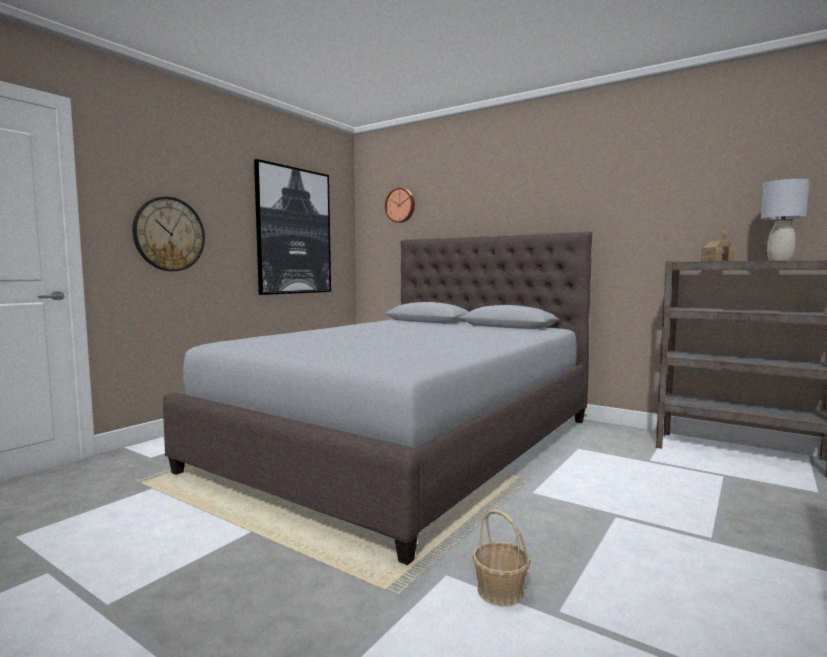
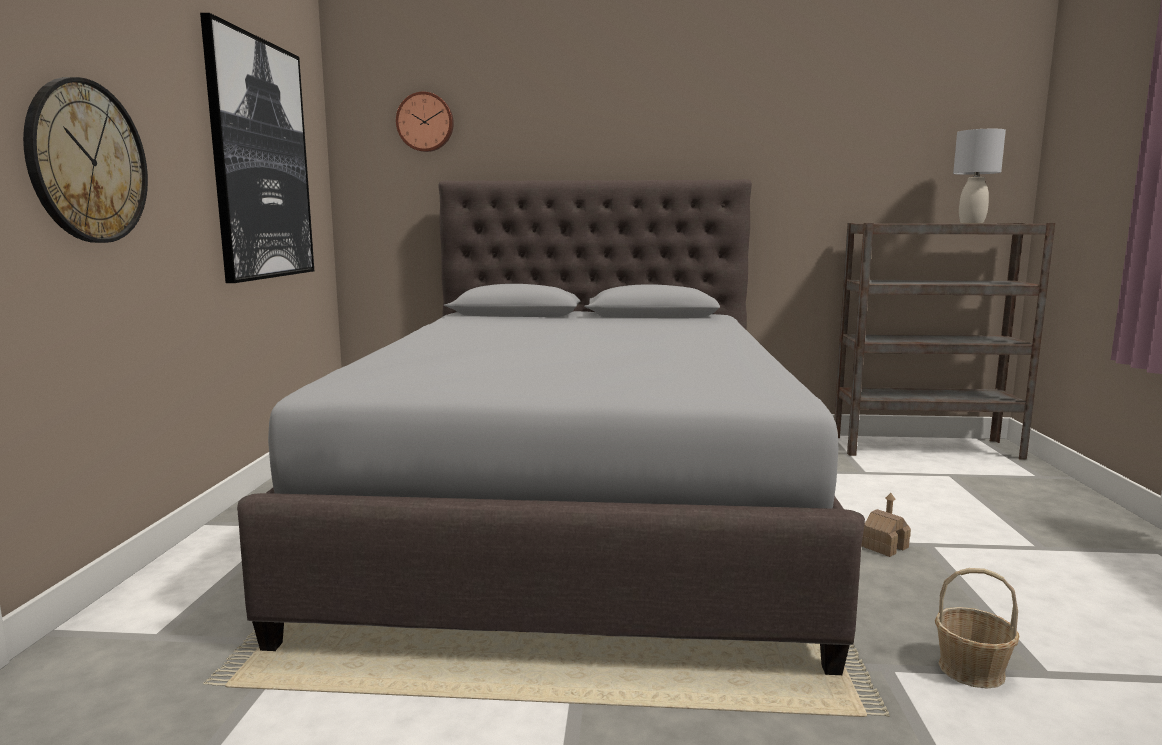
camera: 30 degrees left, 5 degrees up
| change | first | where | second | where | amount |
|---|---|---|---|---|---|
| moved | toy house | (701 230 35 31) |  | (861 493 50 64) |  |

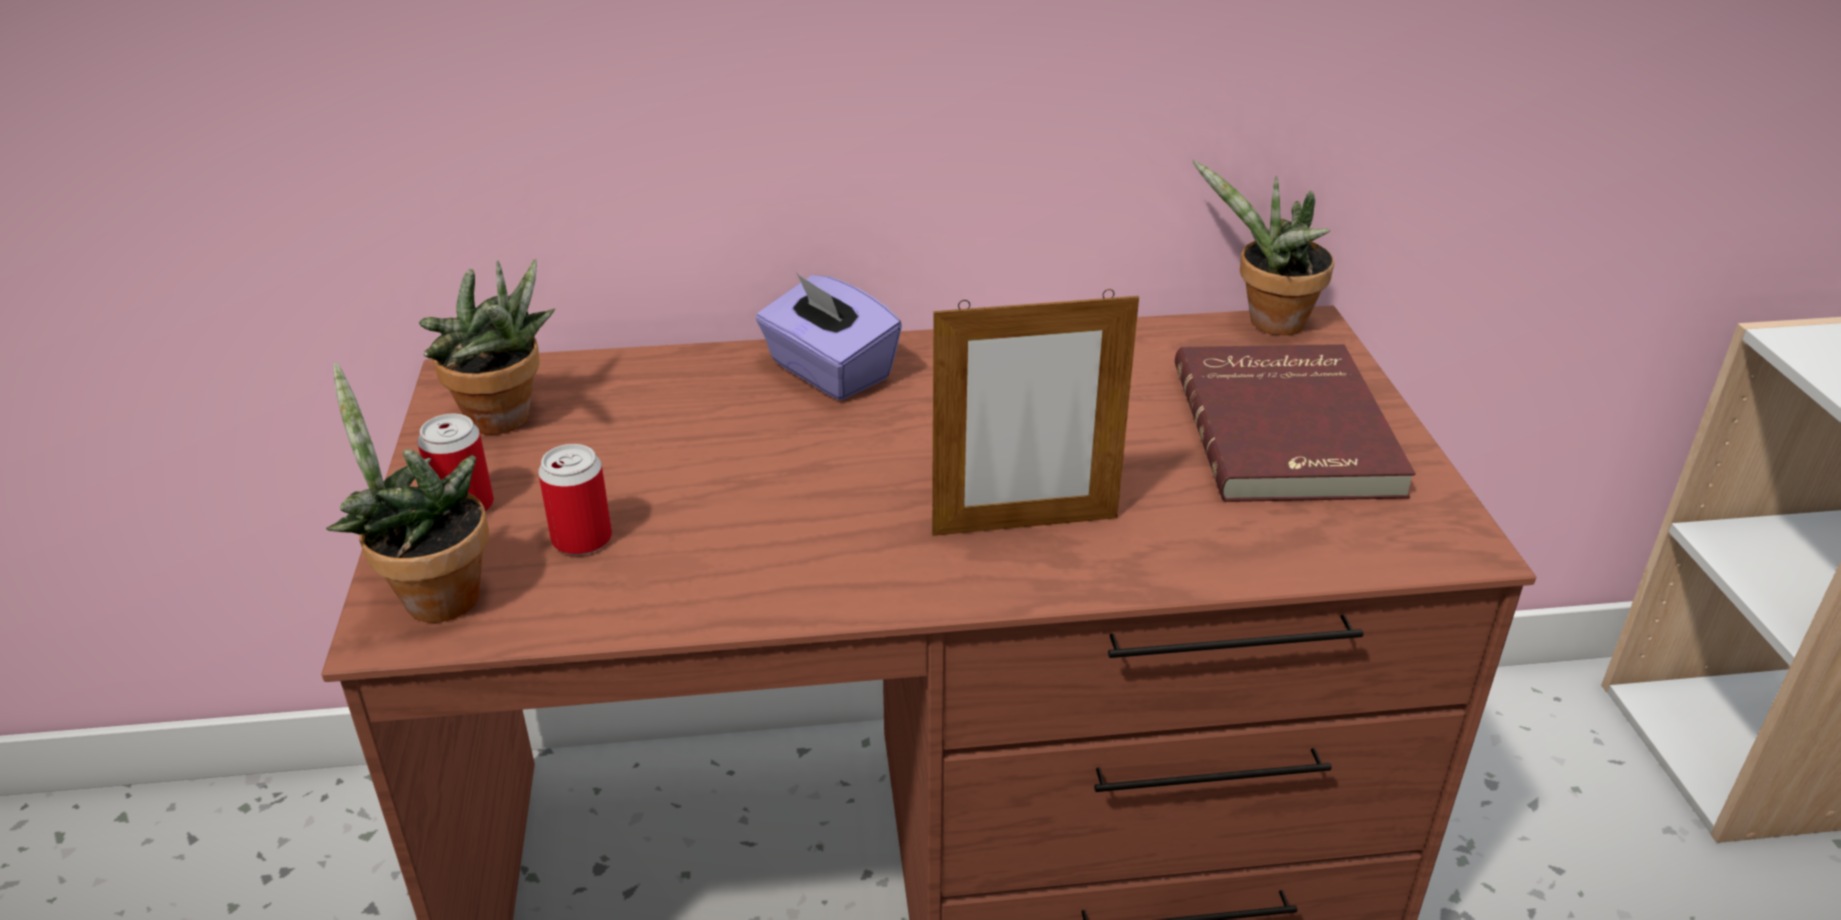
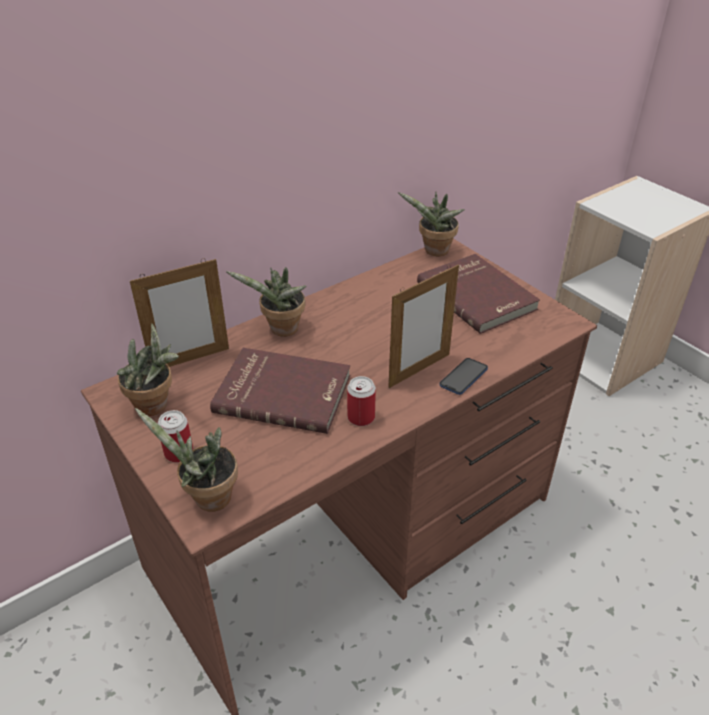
camera: 30 degrees left, 5 degrees up
| change | first | where | second | where | amount |
|---|---|---|---|---|---|
| replaced | tissue box (purple) | (756 273 146 127) | potted plant | (226 267 81 70) |  |
| moved | can | (538 444 74 111) |  | (347 376 29 50) |  |
| added |  |  | picture frame | (130 258 99 109) |  |
| added |  |  | book (red) | (210 348 140 86) |  |
| added |  |  | phone | (440 358 48 37) |  |

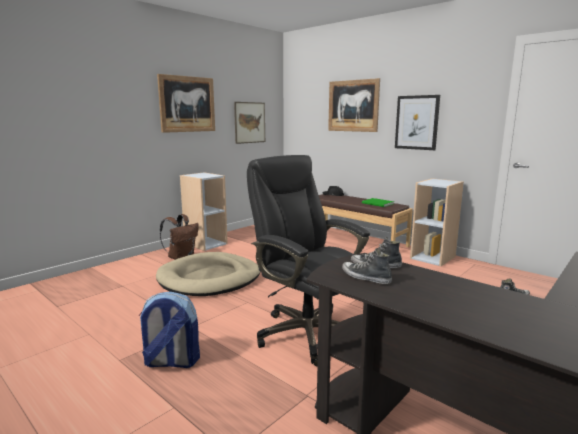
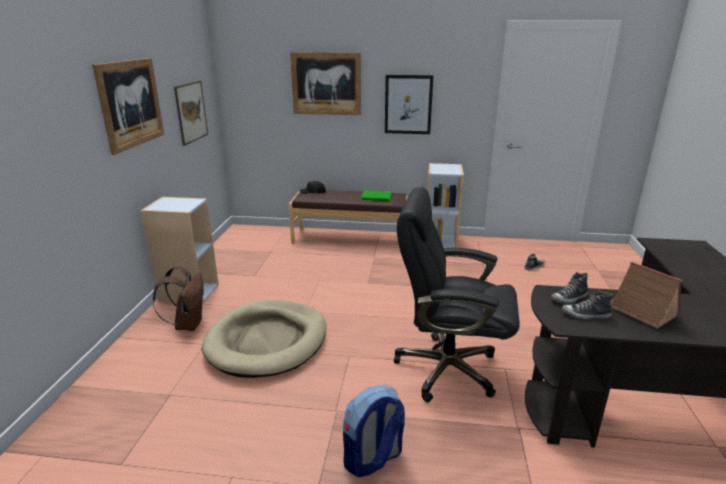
camera: 35 degrees left, 10 degrees up
| change | first | where | second | where | amount |
|---|---|---|---|---|---|
| added |  |  | toy house | (611 262 71 67) |  |

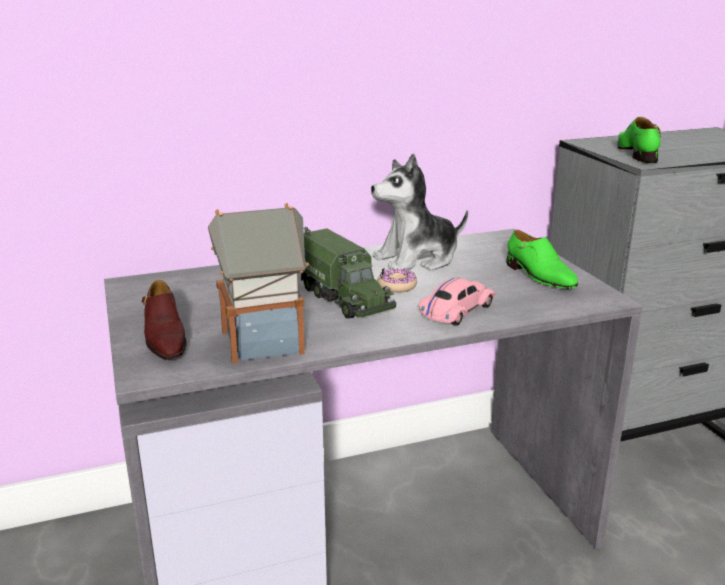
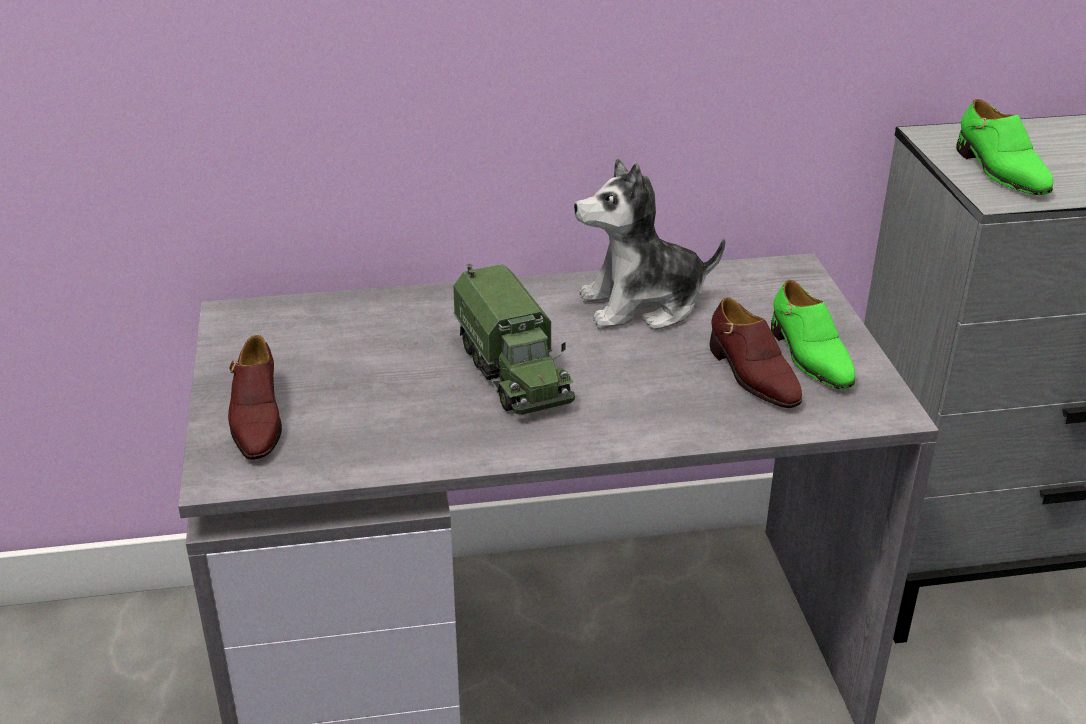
camera: 10 degrees right, 10 degrees up
| change | first | where | second | where | amount |
|---|---|---|---|---|---|
| turned | shoe (green) | (617 117 45 46) |  | (956 99 97 96) | 150 degrees clockwise |
| removed | toy house | (208 203 101 161) |  |  |  |
| removed | donut | (377 269 40 24) |  |  |  |
| removed | toy car (pink) | (419 278 77 48) |  |  |  |
| added |  |  | shoe (brown) | (710 297 92 111) |  |

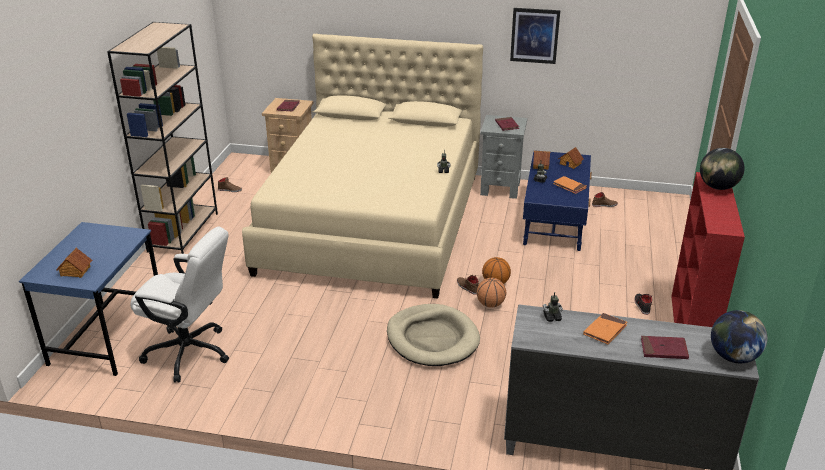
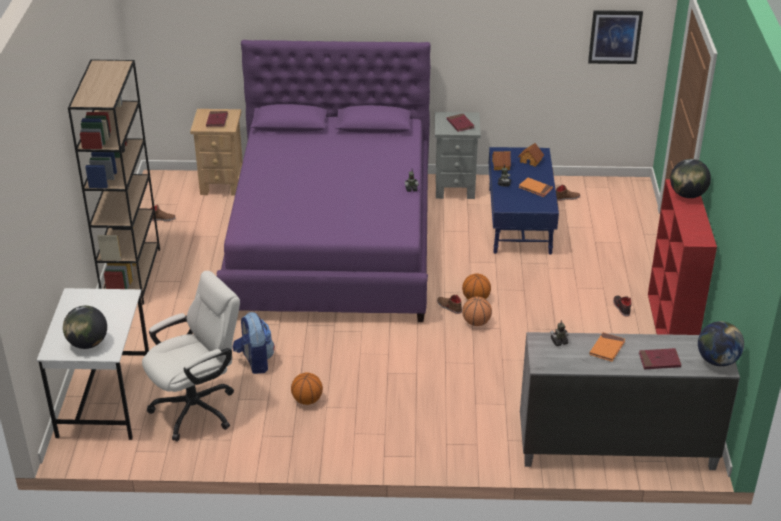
camera: 10 degrees left, 5 degrees up
| change | first | where | second | where | amount |
|---|---|---|---|---|---|
| moved | picture | (510 8 50 56) |  | (588 10 55 54) |  |
| recoloured | bed (beige) | (242 34 241 265) | bed (purple) | (217 40 214 282) |  |
| recoloured | desk (blue) | (19 222 139 154) | desk (white) | (37 288 112 152) |  |
| turned | office chair (white) | (130 227 99 156) |  | (142 271 98 170) | 45 degrees counterclockwise |
| replaced | toy house | (56 247 36 31) | globe | (63 306 44 43) |  |
| removed | dog bed (beige) | (387 304 93 62) |  |  |  |
| added |  |  | backpack | (233 312 42 62) |  |
| added |  |  | basketball | (291 373 32 32) |  |

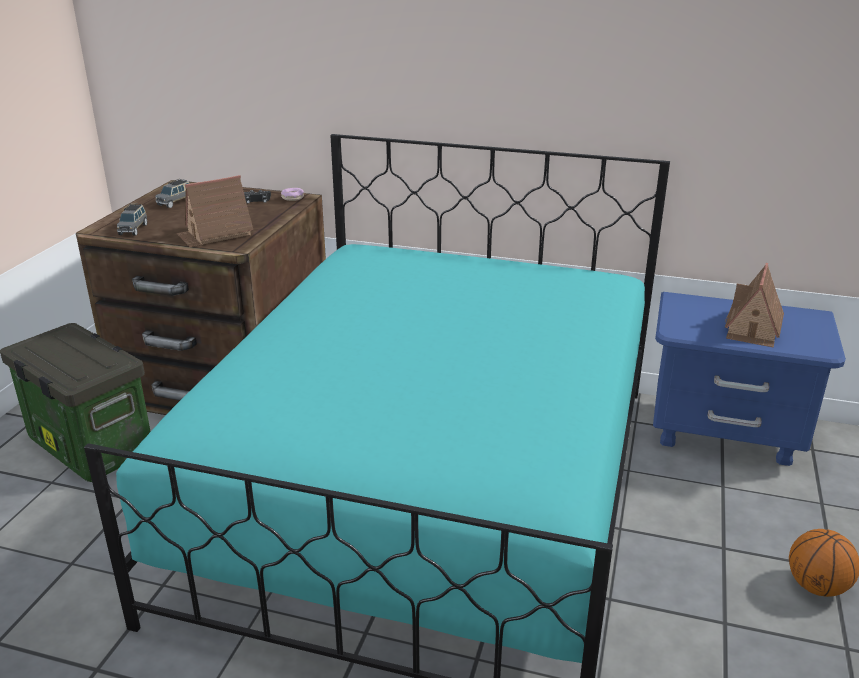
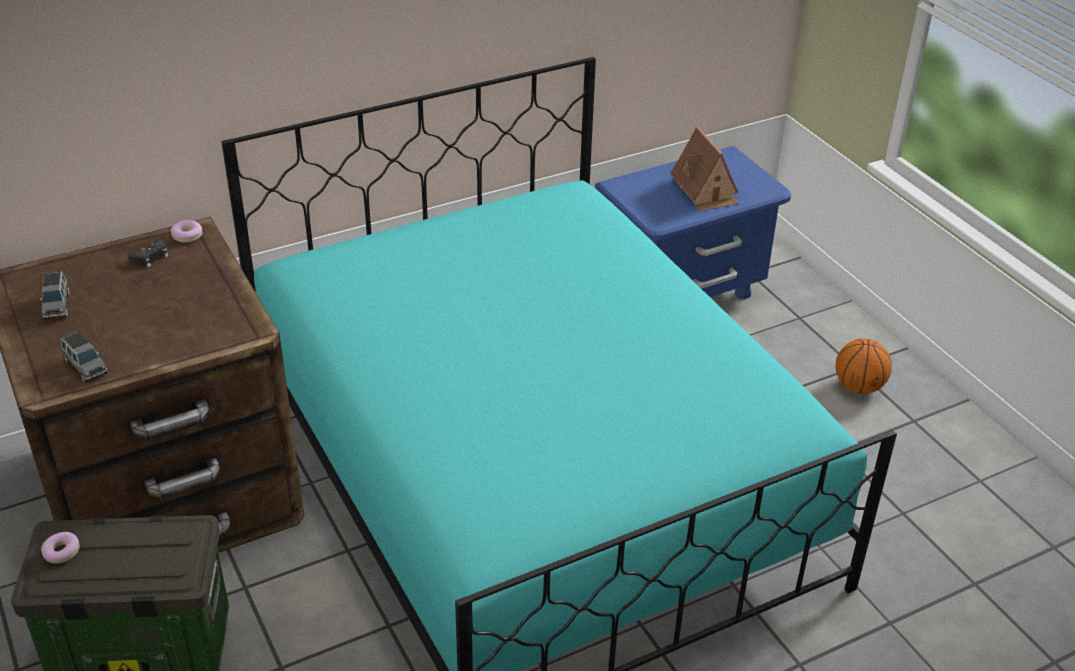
camera: 45 degrees left, 10 degrees up
| change | first | where | second | where | amount |
|---|---|---|---|---|---|
| removed | toy house | (177 175 76 72) |  |  |  |
| added |  |  | donut | (41 532 39 31) |  |

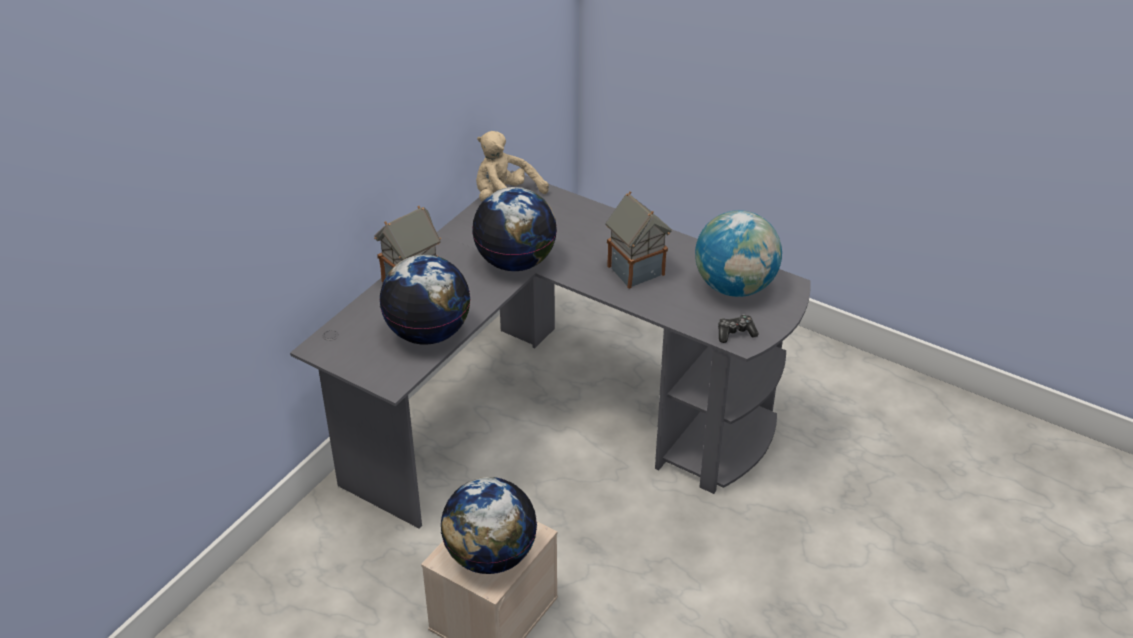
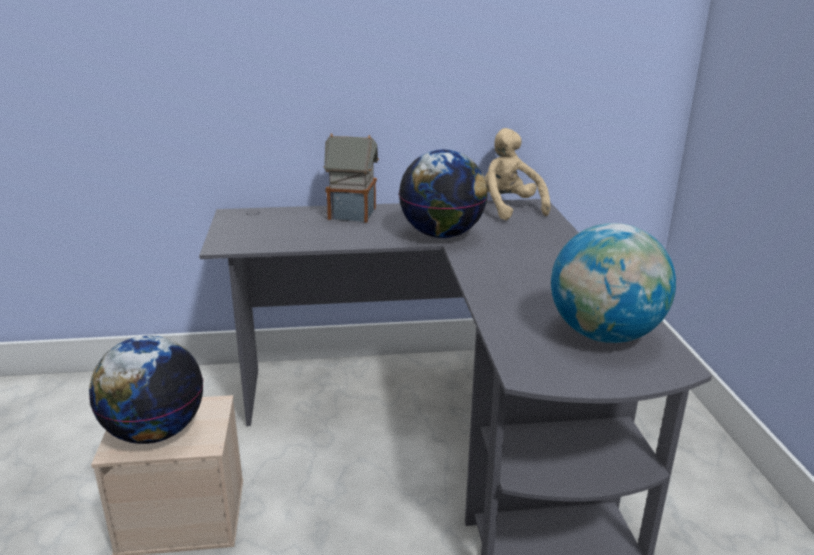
camera: 50 degrees right, 15 degrees down
| change | first | where | second | where | amount |
|---|---|---|---|---|---|
| removed | toy house | (606 191 66 98) |  |  |  |
| removed | globe | (379 255 92 90) |  |  |  |
| removed | game controller | (718 315 40 28) |  |  |  |

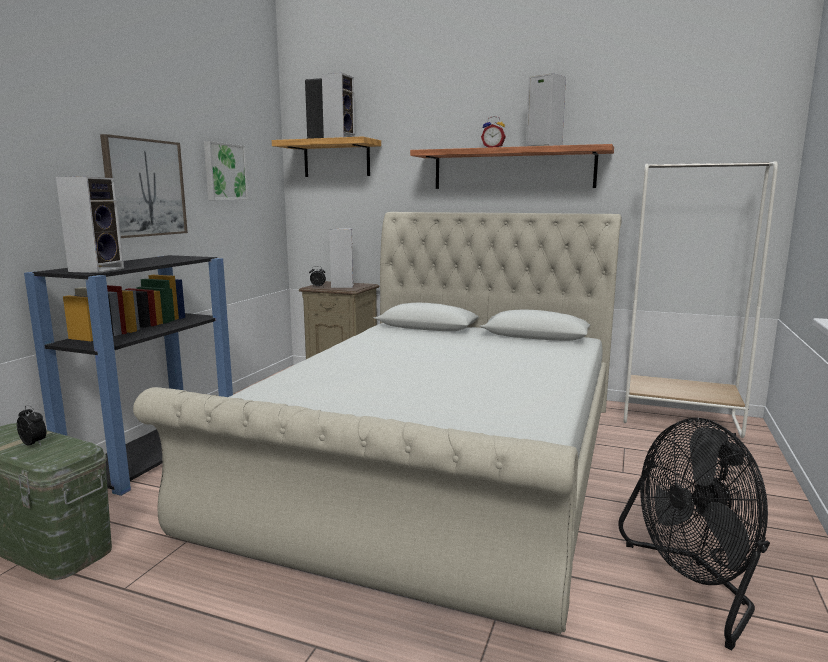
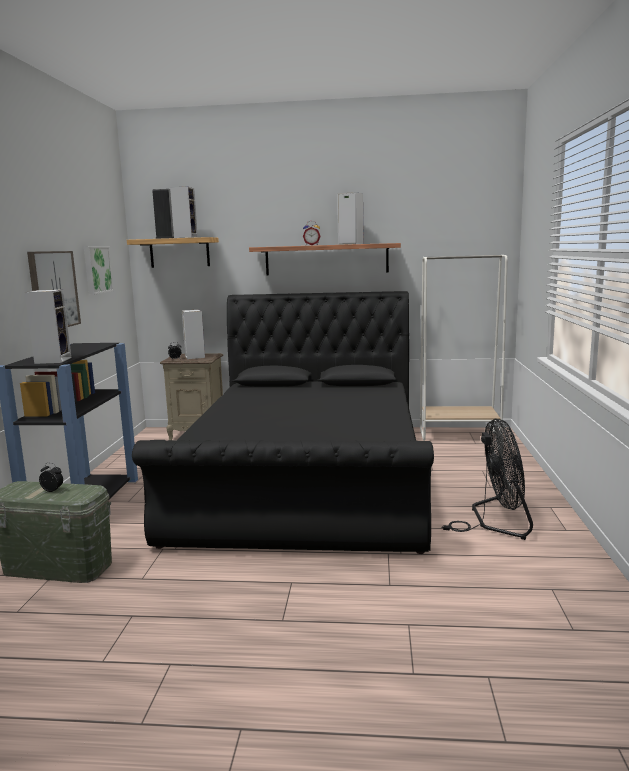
camera: 15 degrees left, 0 degrees up
| change | first | where | second | where | amount |
|---|---|---|---|---|---|
| recoloured | bed (beige) | (133 212 488 422) | bed (black) | (132 291 302 263) |  |
| turned | fan (black) | (618 418 152 232) |  | (441 418 92 122) | 150 degrees counterclockwise |

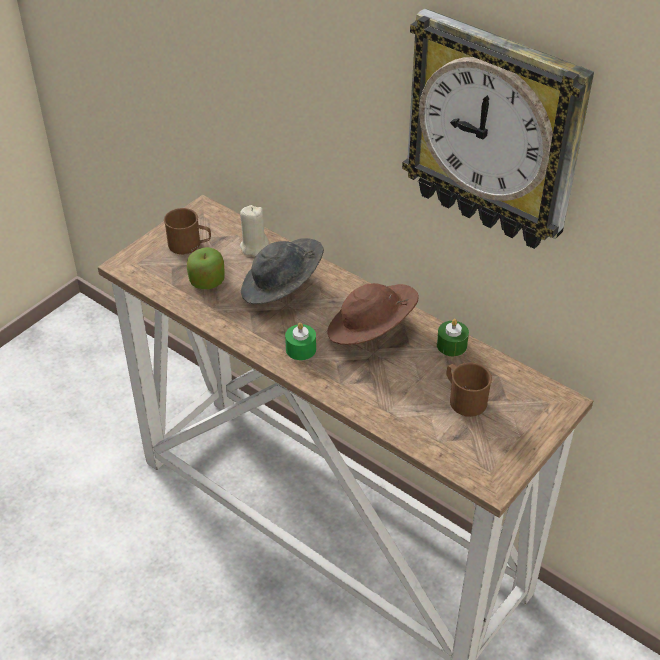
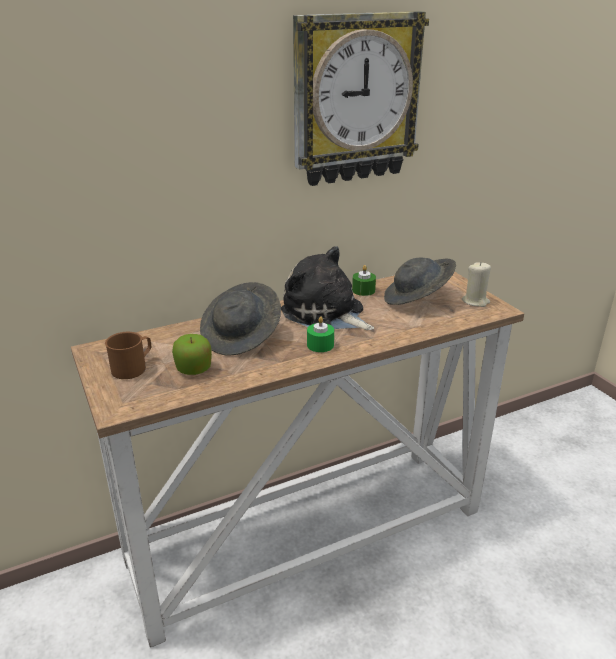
camera: 65 degrees left, 15 degrees down
| change | first | where | second | where | amount |
|---|---|---|---|---|---|
| moved | candle (beige) | (240 205 29 51) |  | (462 262 29 45) |  |
| replaced | hat (brown) | (327 283 92 62) | plush toy | (281 246 93 84) |  |
| replaced | mug (brown) | (446 362 46 55) | hat (grey) | (384 257 72 48) |  |

